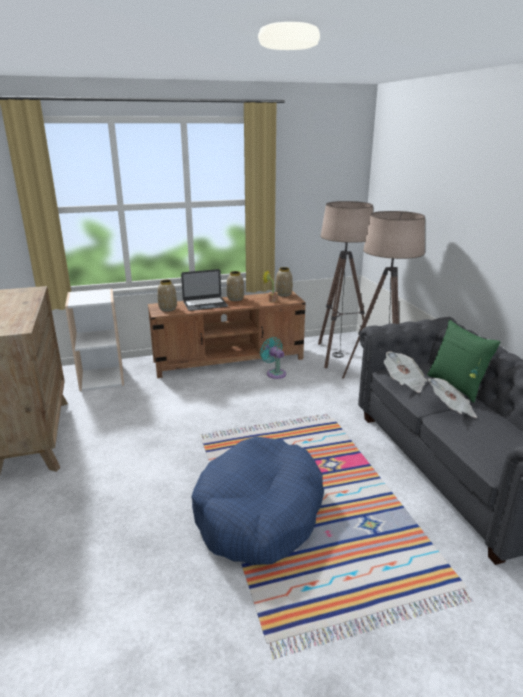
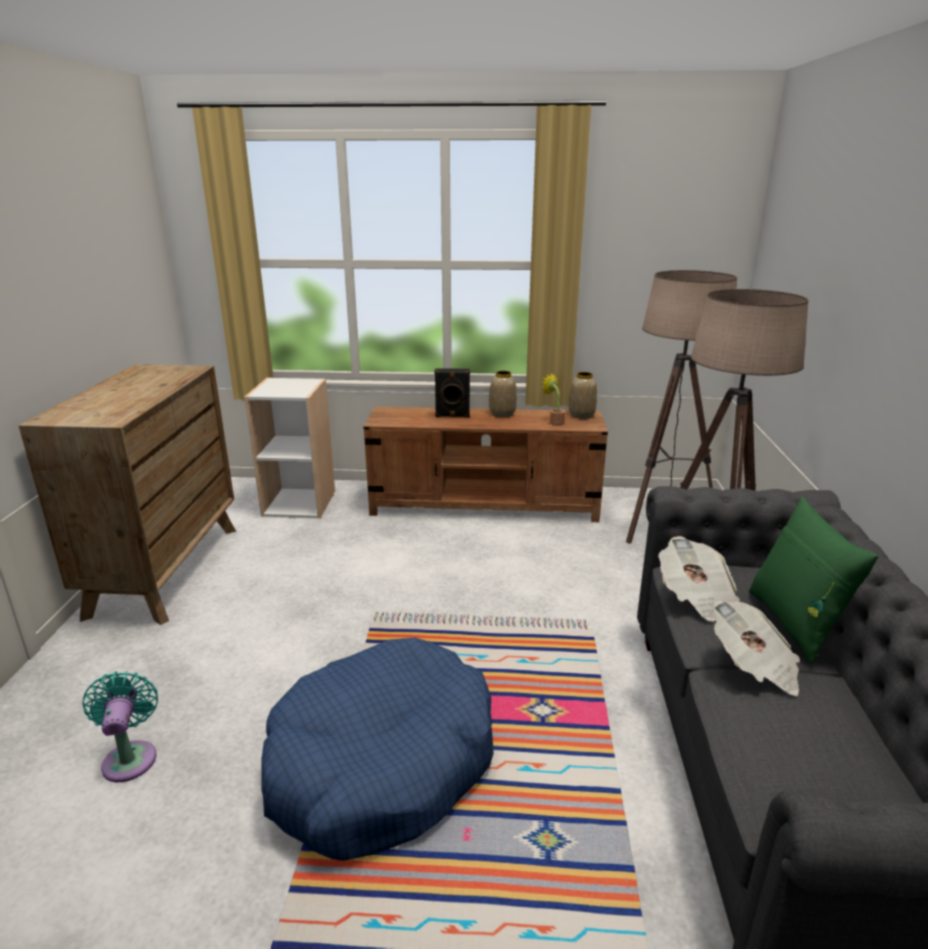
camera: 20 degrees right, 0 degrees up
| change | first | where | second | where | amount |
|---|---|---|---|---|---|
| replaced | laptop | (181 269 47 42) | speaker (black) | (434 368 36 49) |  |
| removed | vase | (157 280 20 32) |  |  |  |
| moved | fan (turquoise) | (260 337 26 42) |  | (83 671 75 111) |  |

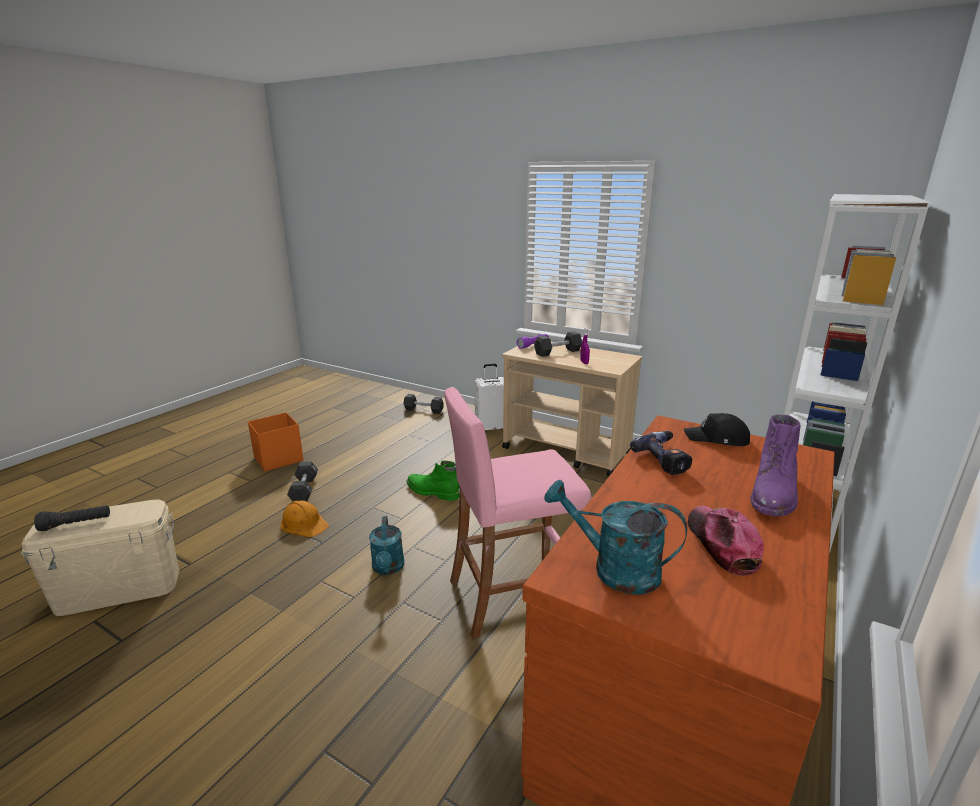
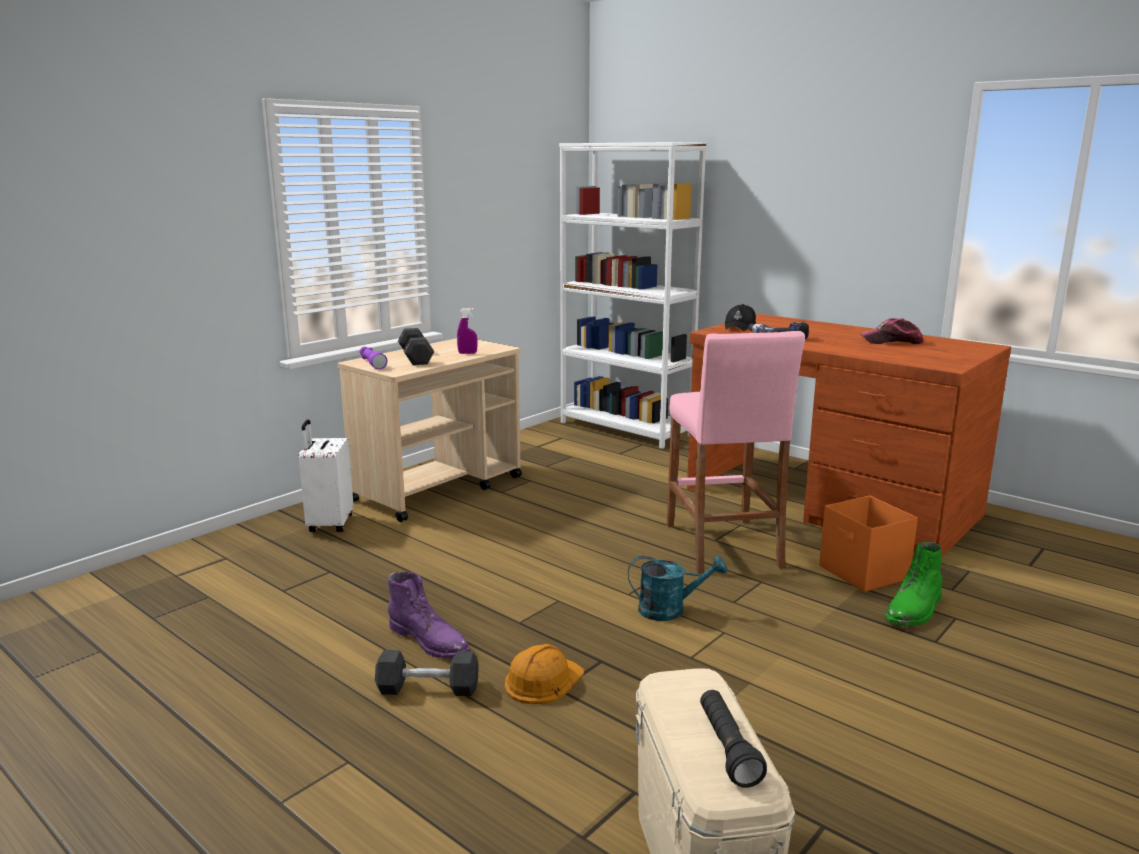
camera: 80 degrees left, 5 degrees down
| change | first | where | second | where | amount |
|---|---|---|---|---|---|
| removed | dumbbell (black) | (403 394 41 20) |  |  |  |
| moved | storage box (orange) | (248 412 55 60) |  | (819 495 99 97) |  |
| moved | boot (purple) | (750 414 51 102) |  | (388 572 82 87) |  |
| moved | boot (green) | (407 461 52 40) |  | (885 542 58 84) |  |
| removed | watering can (turquoise) | (544 480 143 115) |  |  |  |

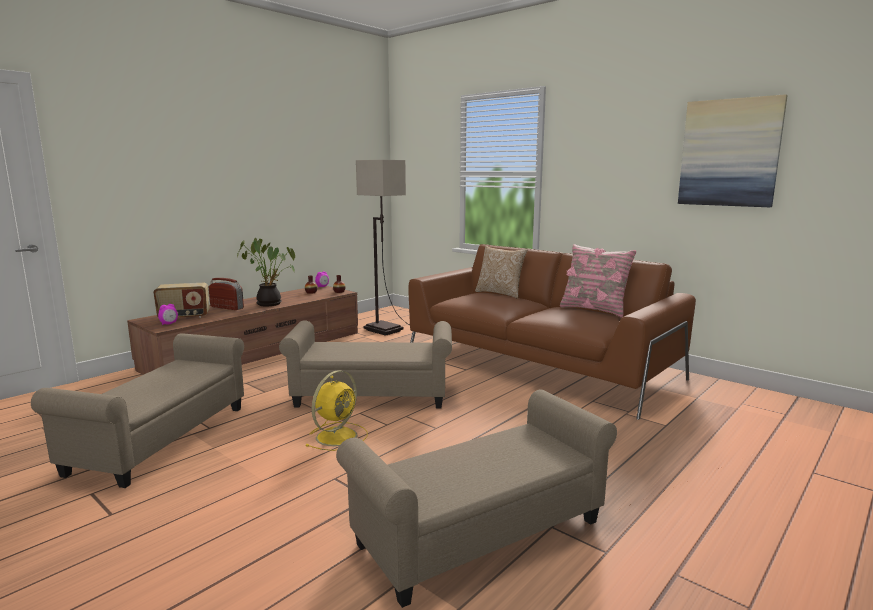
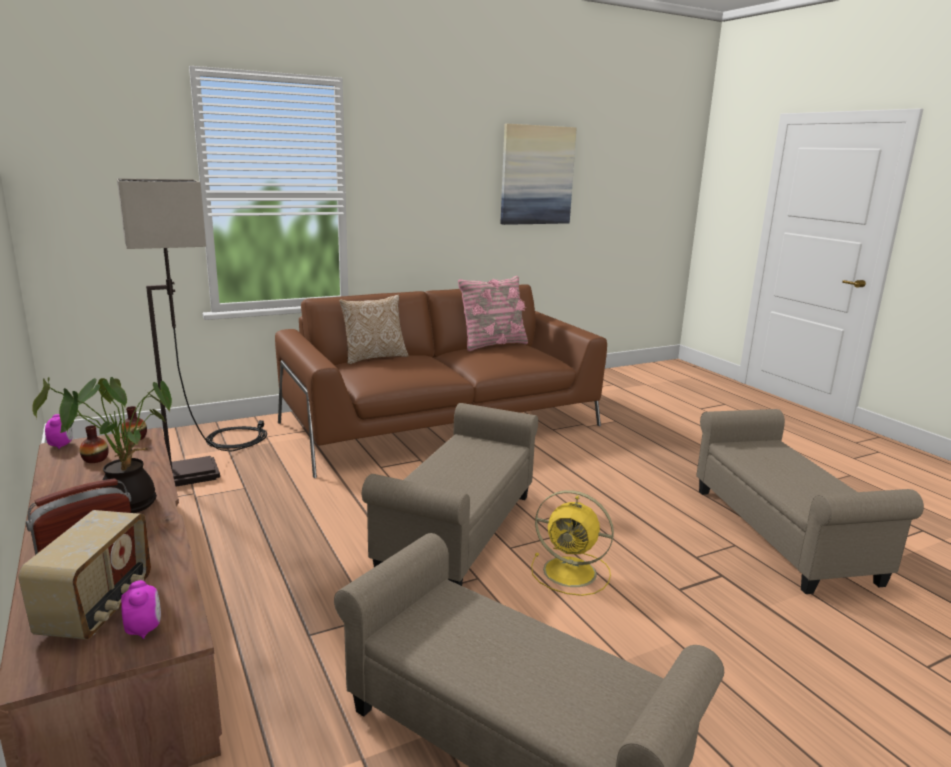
camera: 70 degrees left, 5 degrees up
| change | first | where | second | where | amount |
|---|---|---|---|---|---|
| turned | fan (yellow) | (306 370 62 81) |  | (531 490 83 106) | 150 degrees clockwise |

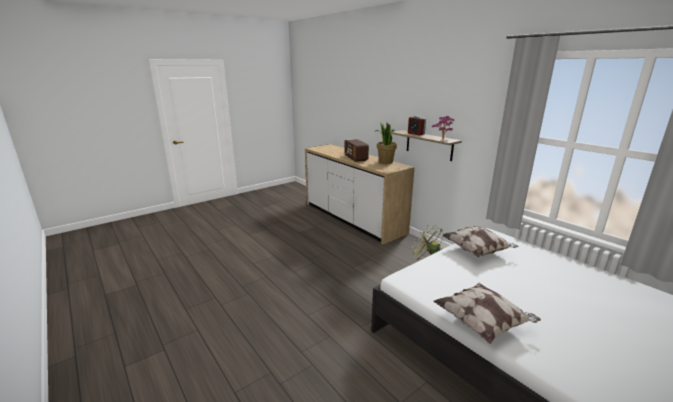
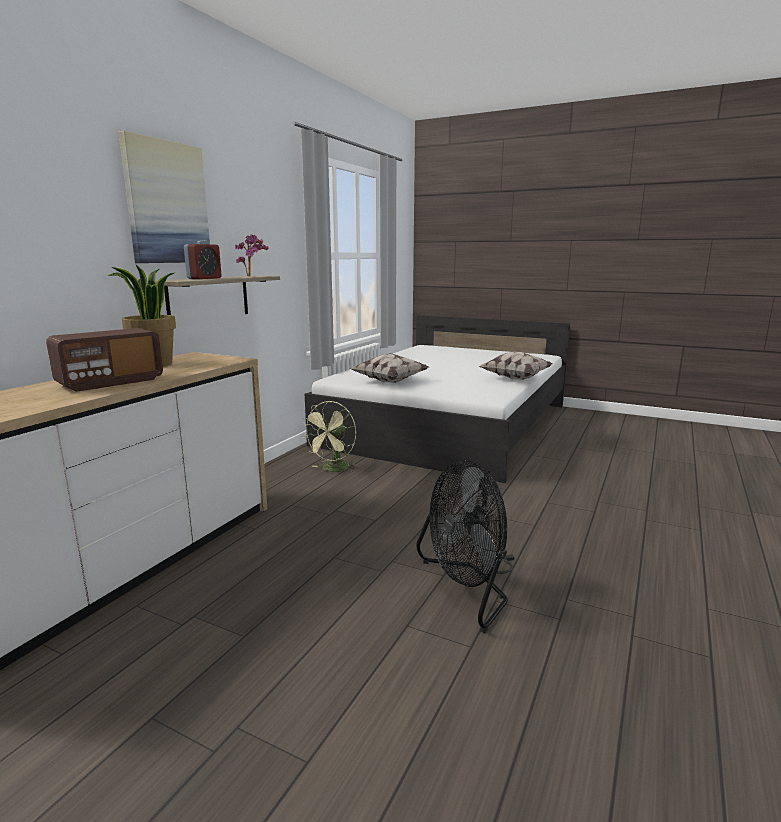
camera: 115 degrees left, 5 degrees down
| change | first | where | second | where | amount |
|---|---|---|---|---|---|
| added |  |  | picture | (118 131 92 132) |  |
| added |  |  | fan (black) | (416 460 99 173) |  |

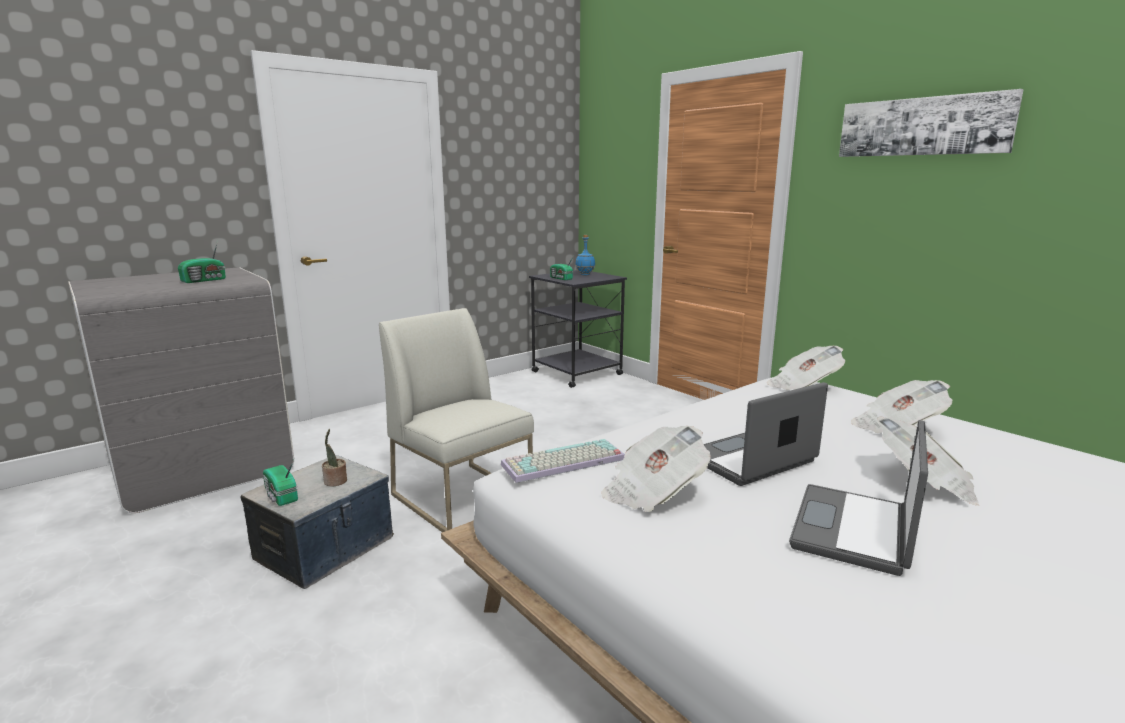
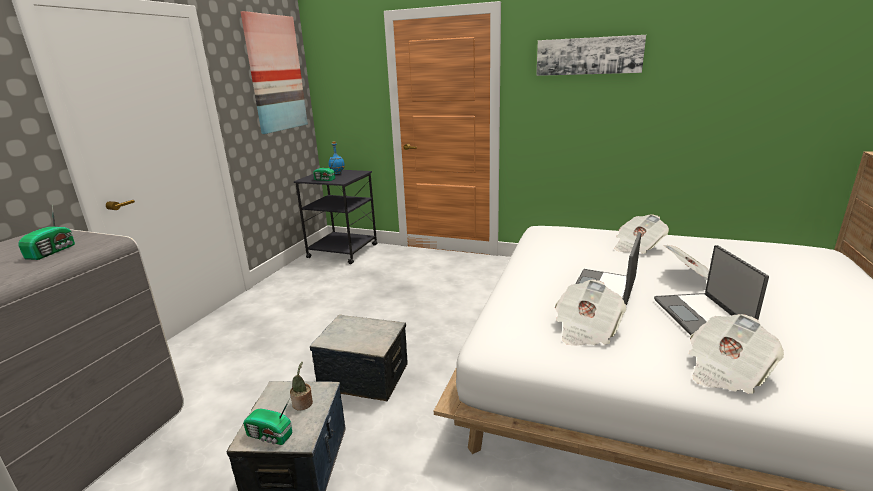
camera: 30 degrees left, 5 degrees up
| change | first | where | second | where | amount |
|---|---|---|---|---|---|
| replaced | chair (white) | (379 308 155 224) | storage box | (310 315 97 87) |  |
| moved | newspaper | (767 346 78 44) |  | (689 314 95 80) |  |
| removed | keyboard | (501 439 124 44) |  |  |  |
| added |  |  | picture | (241 11 67 123) |  |

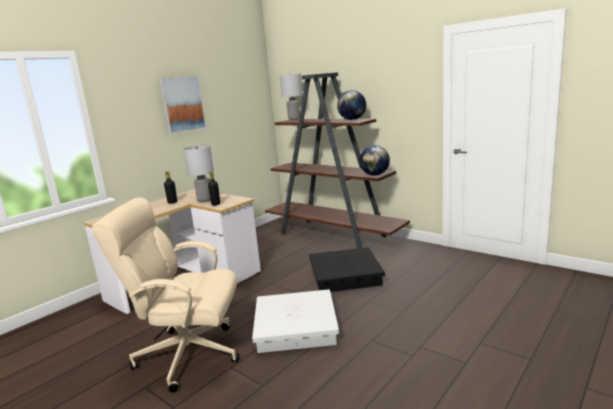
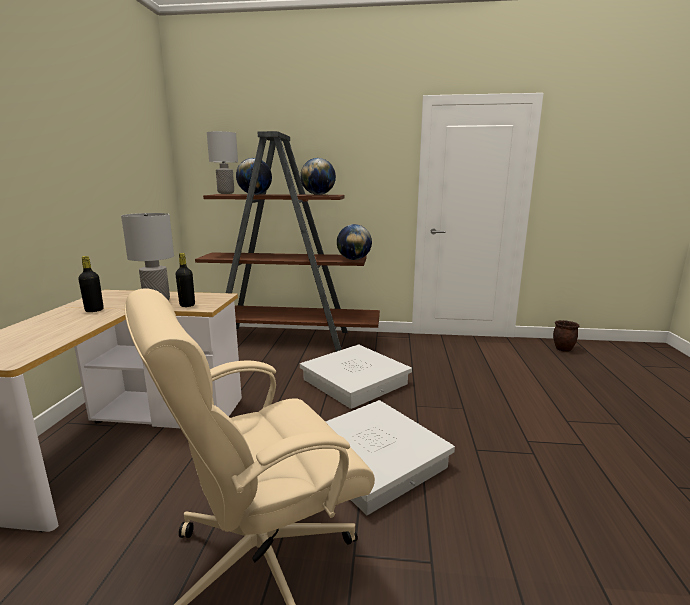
camera: 35 degrees left, 0 degrees up
| change | first | where | second | where | amount |
|---|---|---|---|---|---|
| removed | picture | (159 76 48 58) |  |  |  |
| recoloured | storage box (black) | (309 247 76 45) | storage box (white) | (300 345 112 64) |  |
| added |  |  | globe | (236 158 36 37) |  |
| added |  |  | planter (brown) | (553 320 26 32) |  |

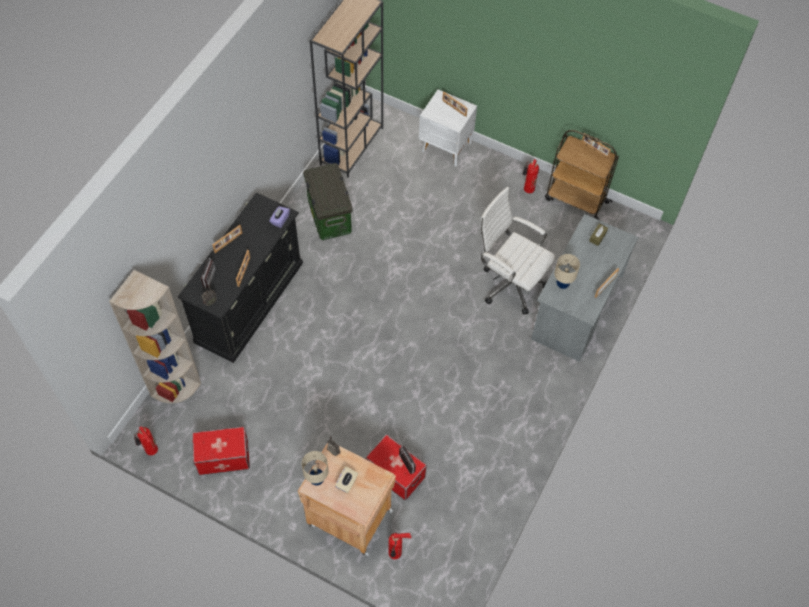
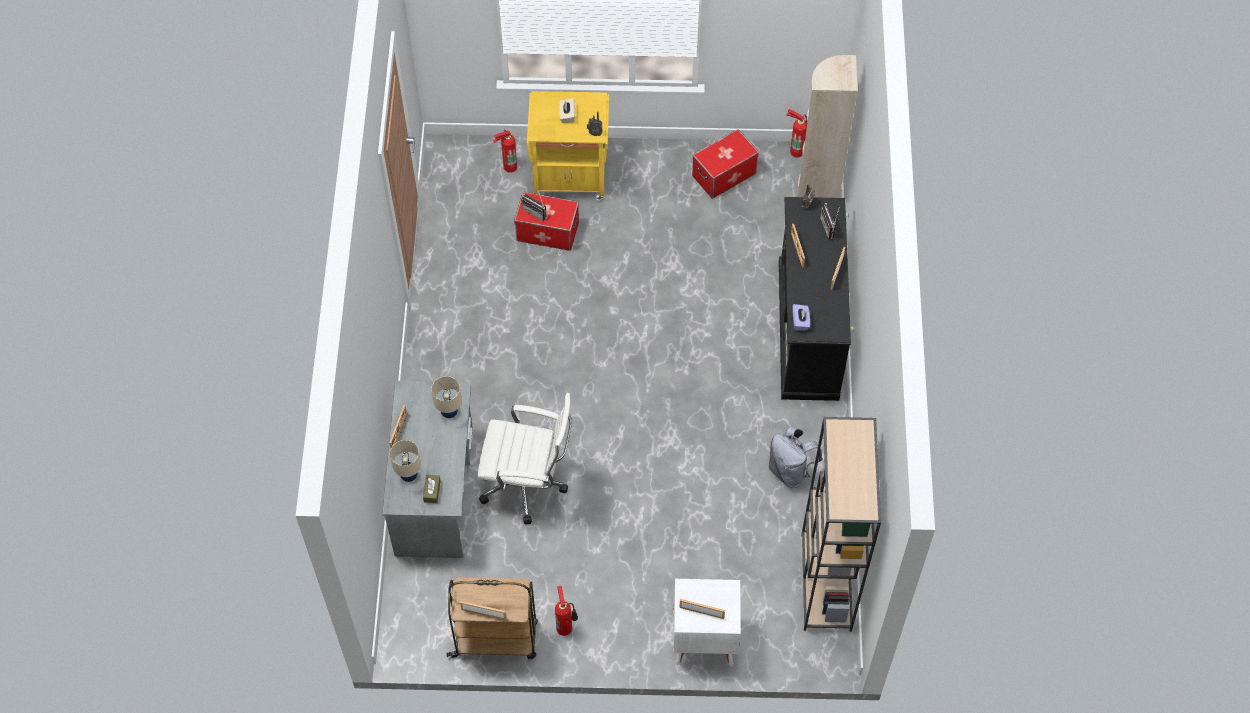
camera: 155 degrees right, 0 degrees up
| change | first | where | second | where | amount |
|---|---|---|---|---|---|
| replaced | storage box | (303 163 50 77) | backpack (grey) | (769 426 54 63) |  |
| recoloured | cart (brown) | (298 443 98 113) | cart (yellow) | (527 91 82 110) |  |
| moved | table lamp (beige) | (302 451 27 35) |  | (390 440 31 42) |  |

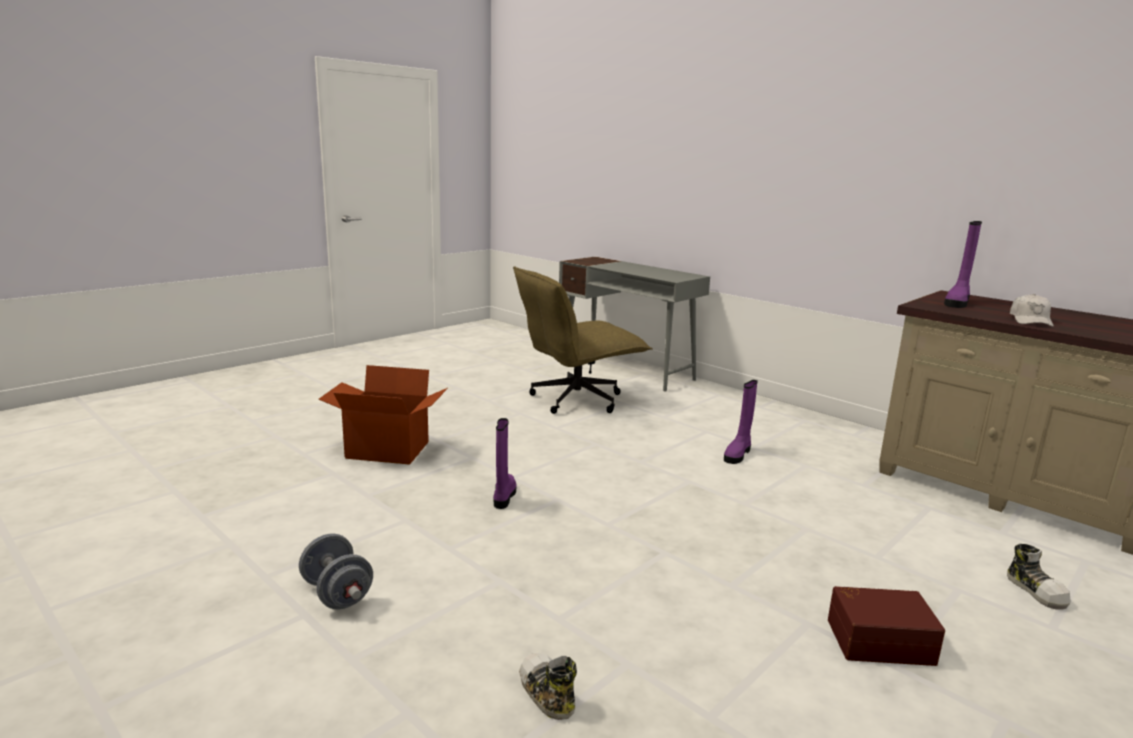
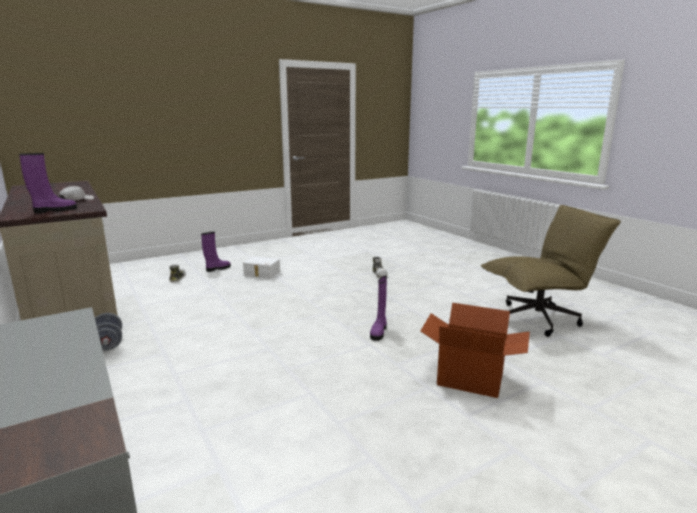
camera: 165 degrees left, 0 degrees up
| change | first | where | second | where | amount |
|---|---|---|---|---|---|
| moved | office chair (beige) | (513 266 140 148) |  | (481 205 140 132) |  |
| moved | boot (purple) | (724 380 34 84) |  | (201 232 30 40) |  |
| moved | dumbbell (grey) | (299 533 74 76) |  | (95 313 27 38) |  |
| recoloured | storage box (brown) | (828 586 117 80) | storage box (white) | (243 256 37 23) |  |

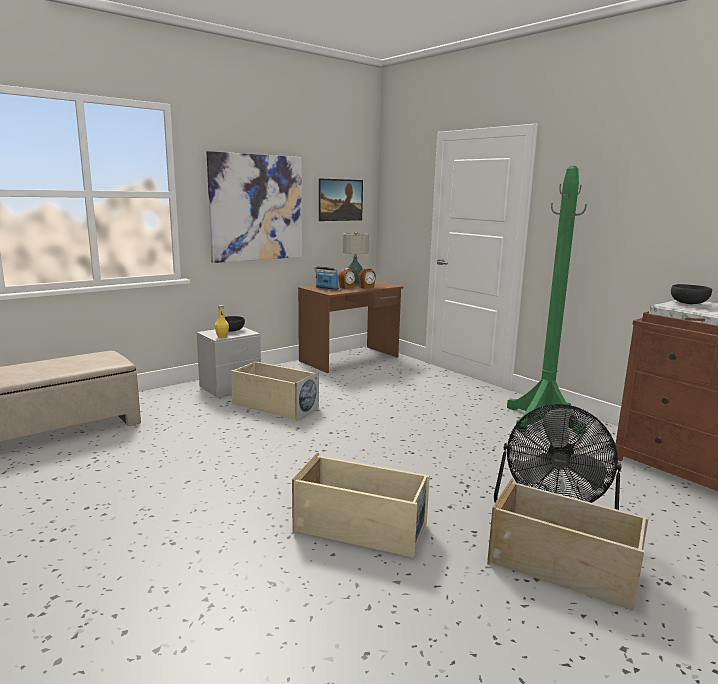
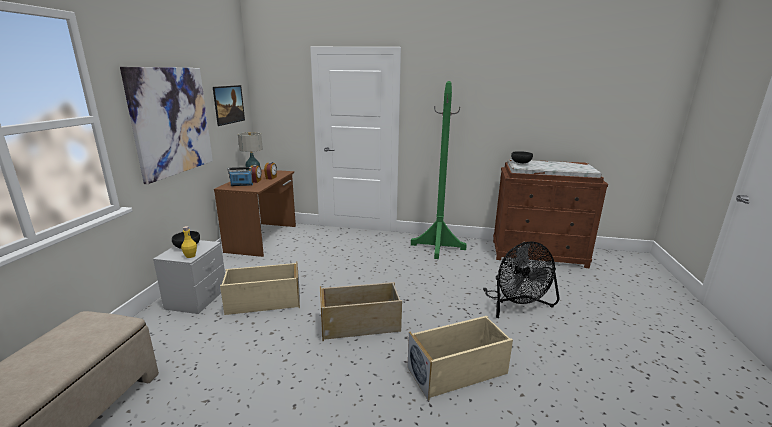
camera: 40 degrees left, 5 degrees up
| change | first | where | second | where | amount |
|---|---|---|---|---|---|
| moved | storage box (beige) | (487 478 162 133) |  | (320 282 82 59) |  |

